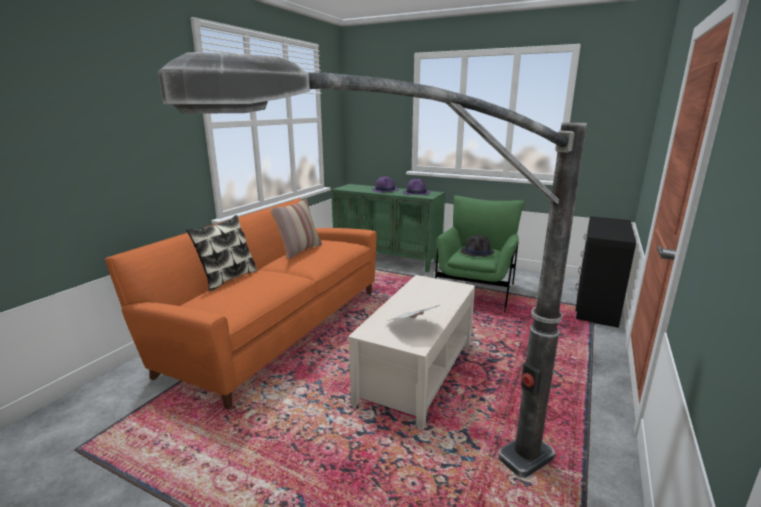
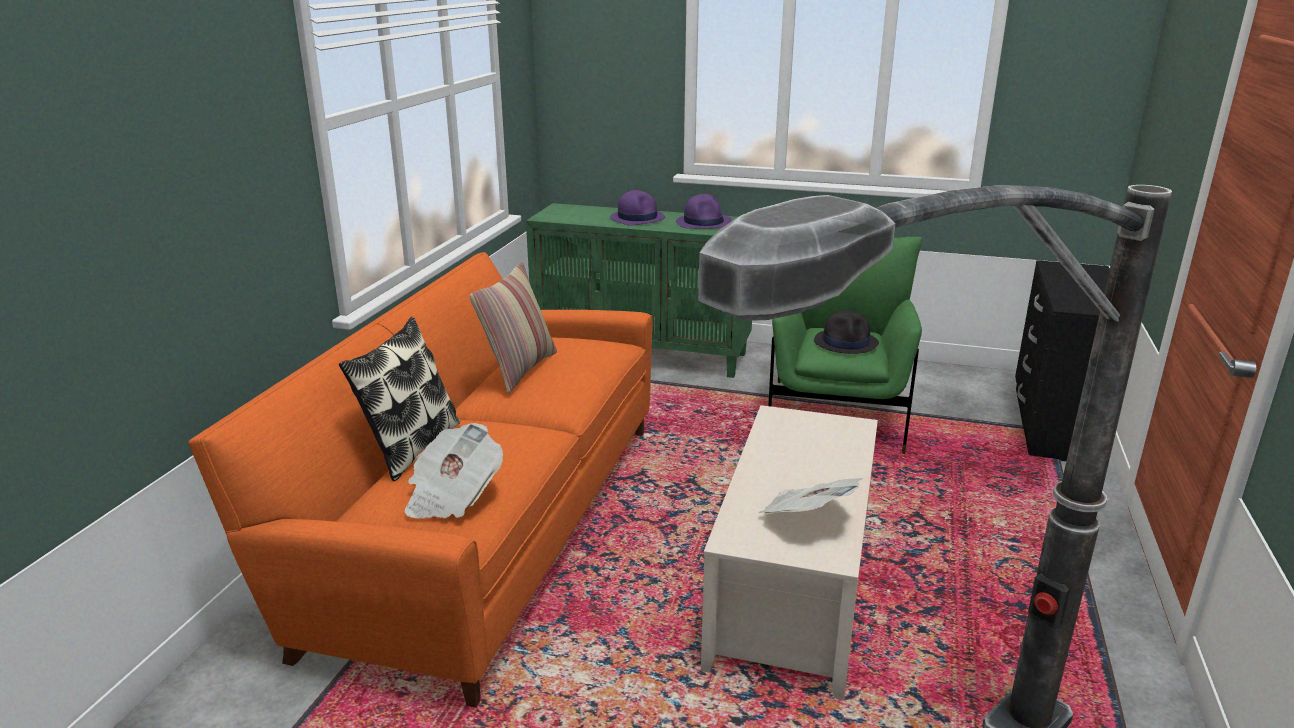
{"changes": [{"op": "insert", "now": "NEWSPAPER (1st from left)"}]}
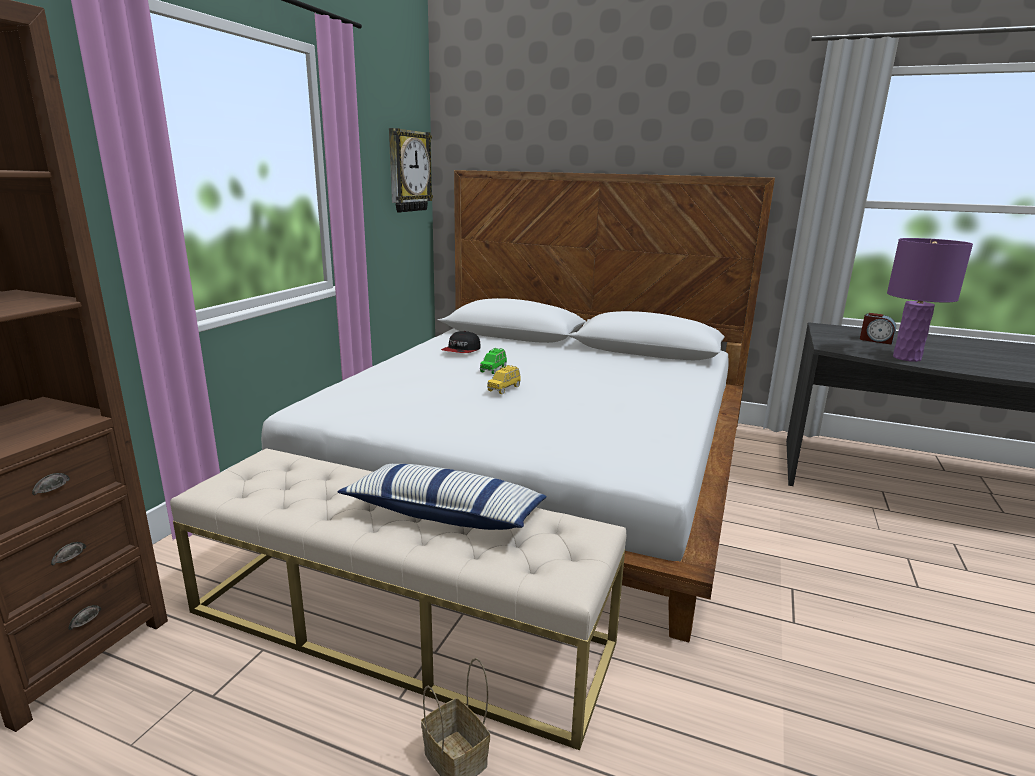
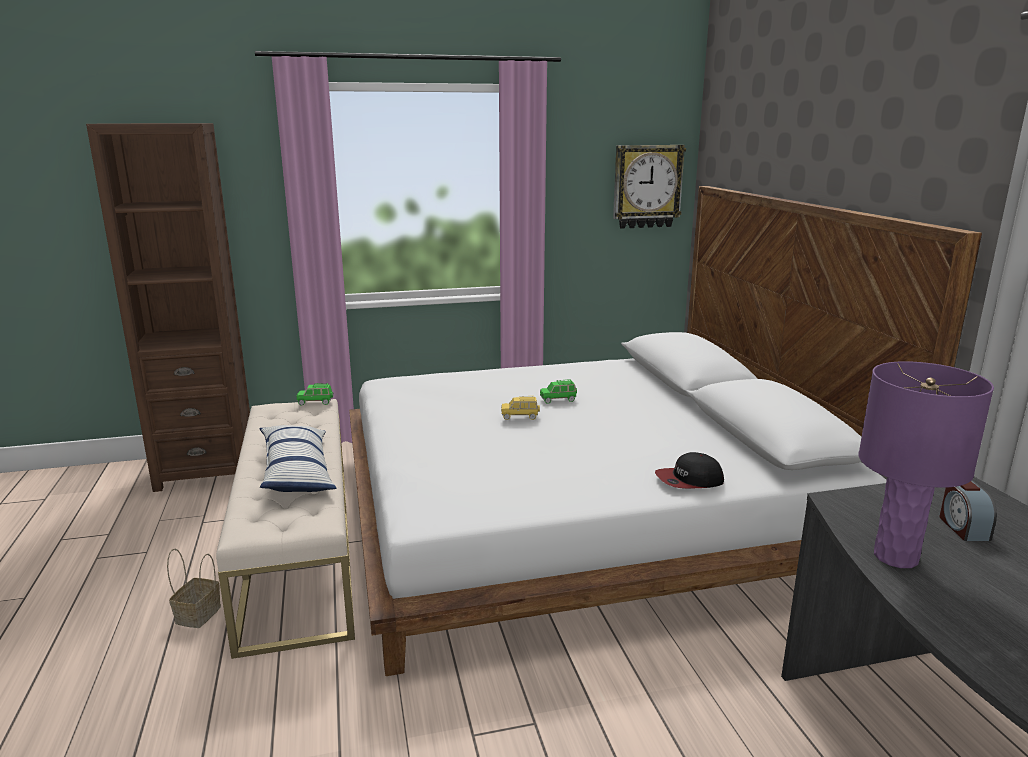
{"changes": [{"op": "move", "was": "CAP"}, {"op": "insert", "now": "GREEN TOY CAR (1st from left)"}]}
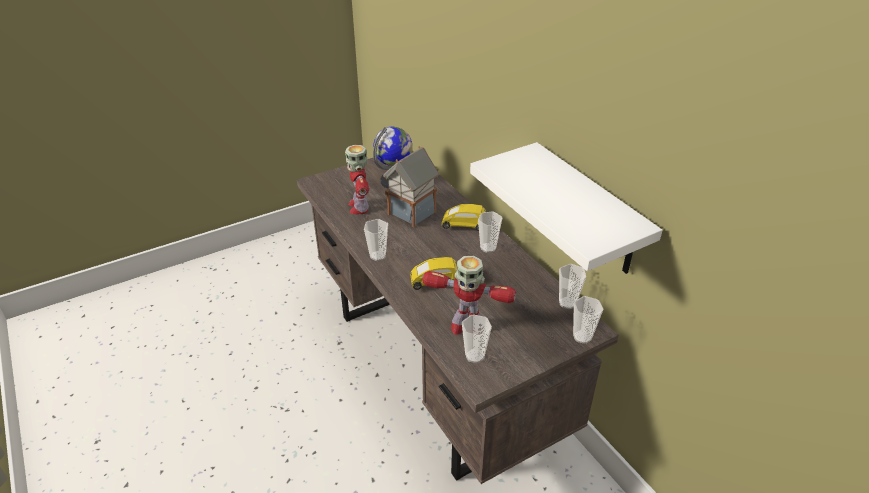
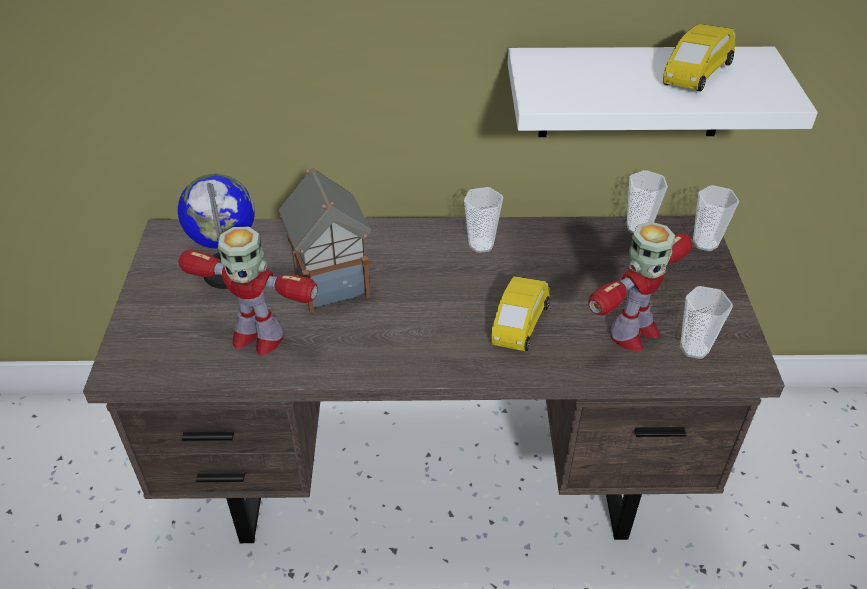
{"changes": [{"op": "delete", "was": "CUP (1st from left)"}, {"op": "move", "was": "YELLOW TOY CAR (2nd from left)"}]}
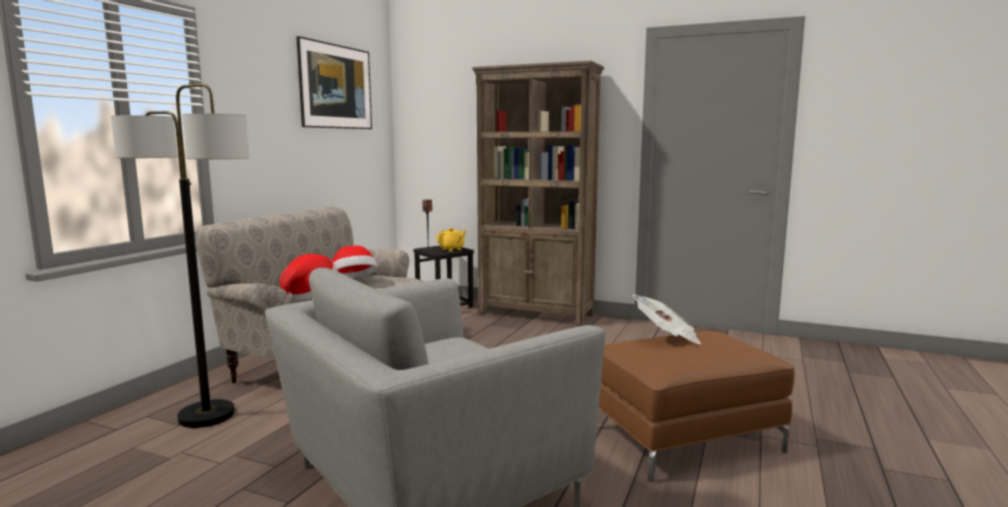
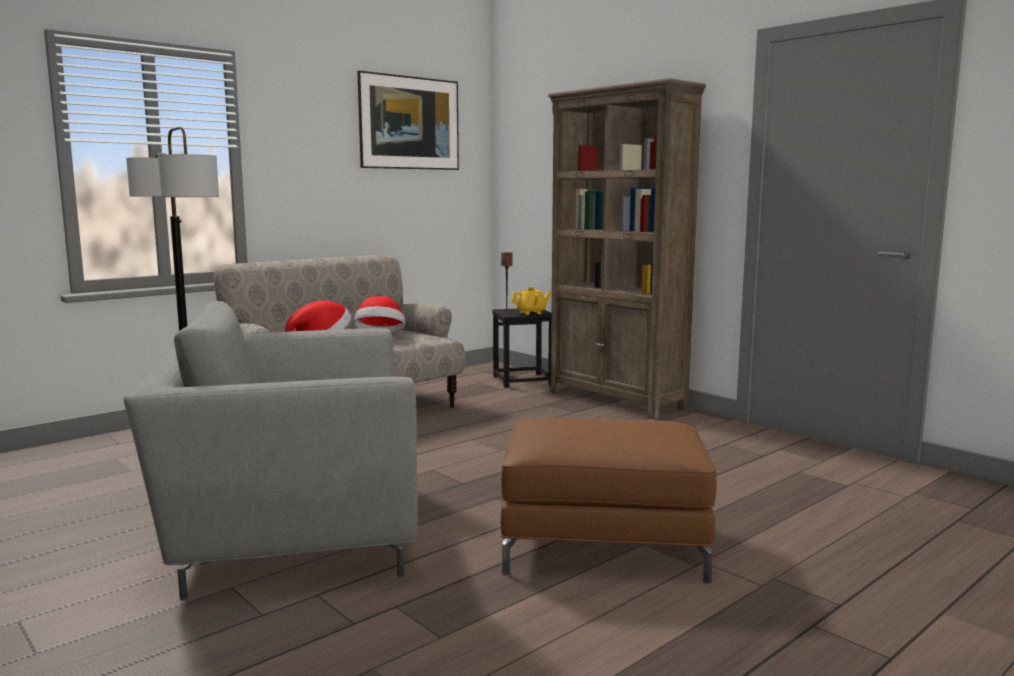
{"changes": [{"op": "delete", "was": "NEWSPAPER"}]}
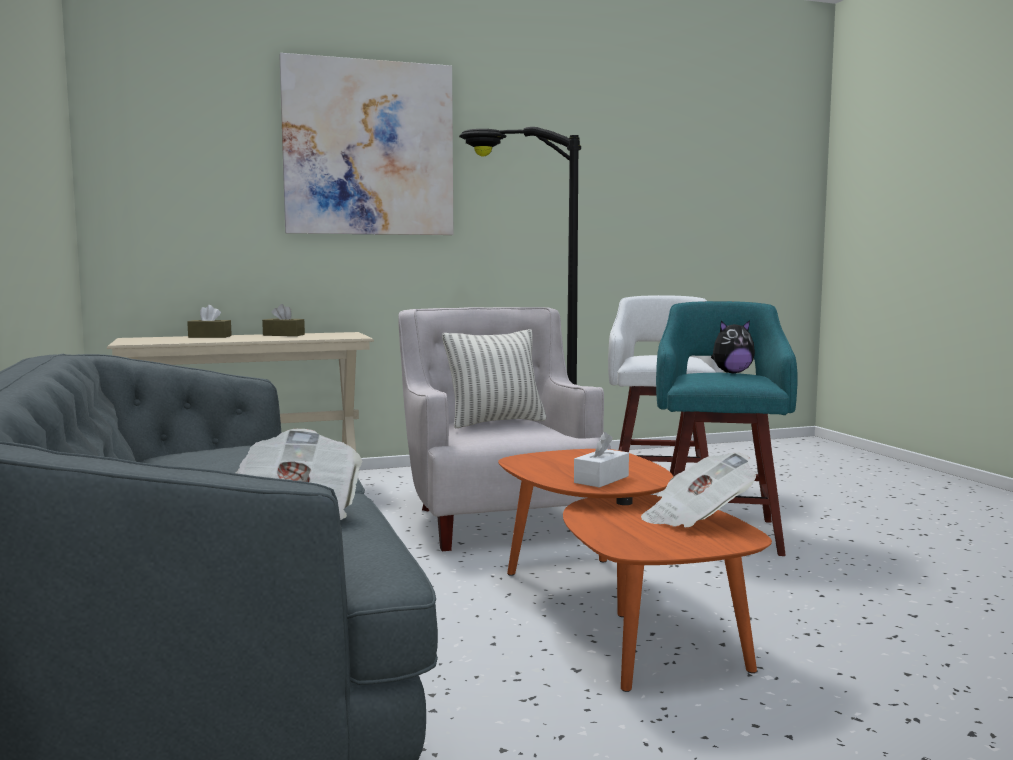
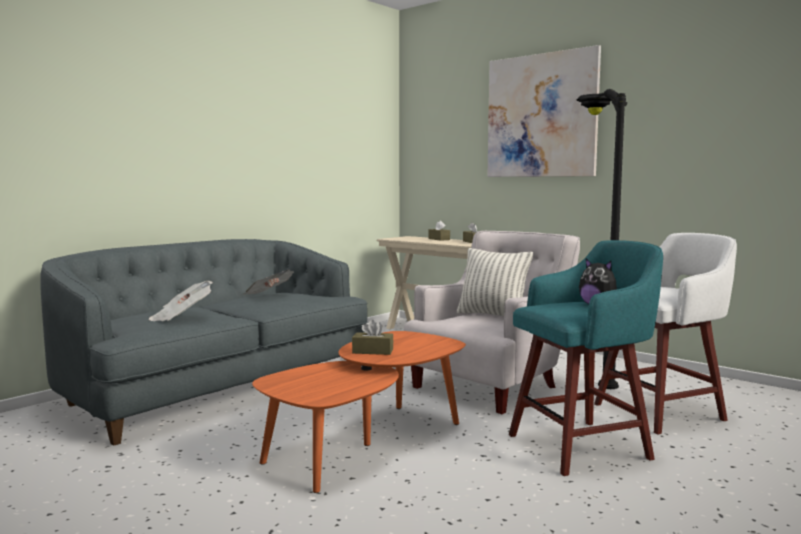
{"changes": [{"op": "recolor", "was": "WHITE TISSUE BOX", "now": "BROWN TISSUE BOX (1st from left)"}, {"op": "move", "was": "NEWSPAPER (2nd from left)"}]}
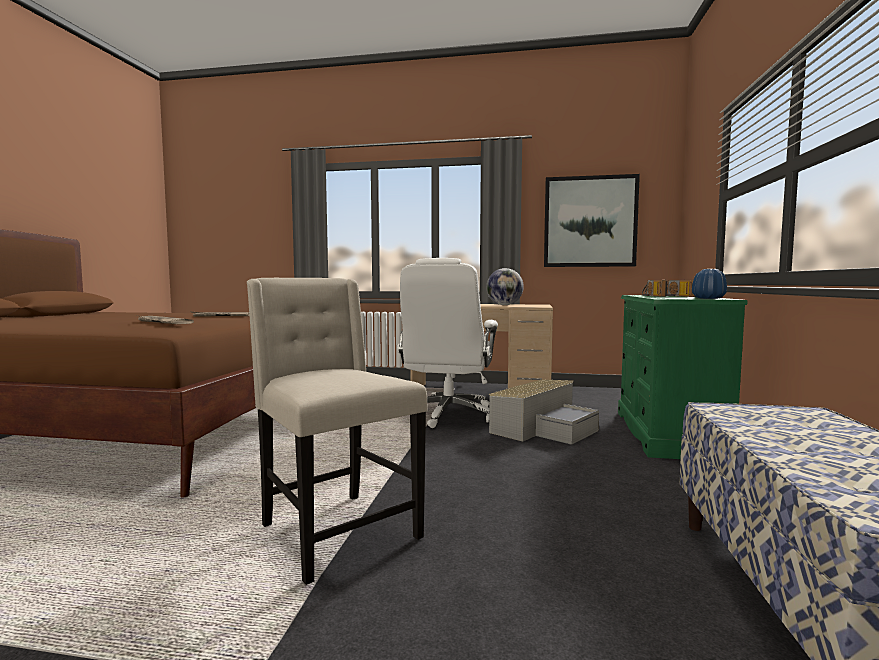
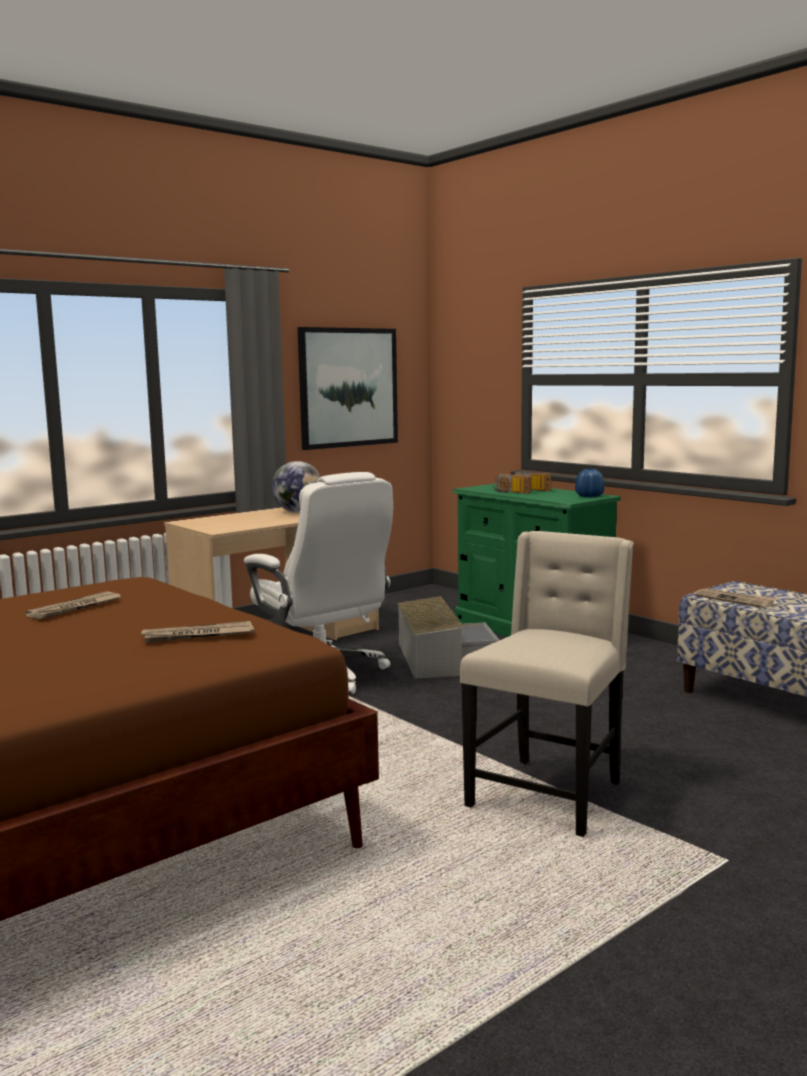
{"changes": [{"op": "rotate", "was": "BEIGE CHAIR", "clockwise": 120}, {"op": "insert", "now": "NEWSPAPER (3rd from left)"}]}
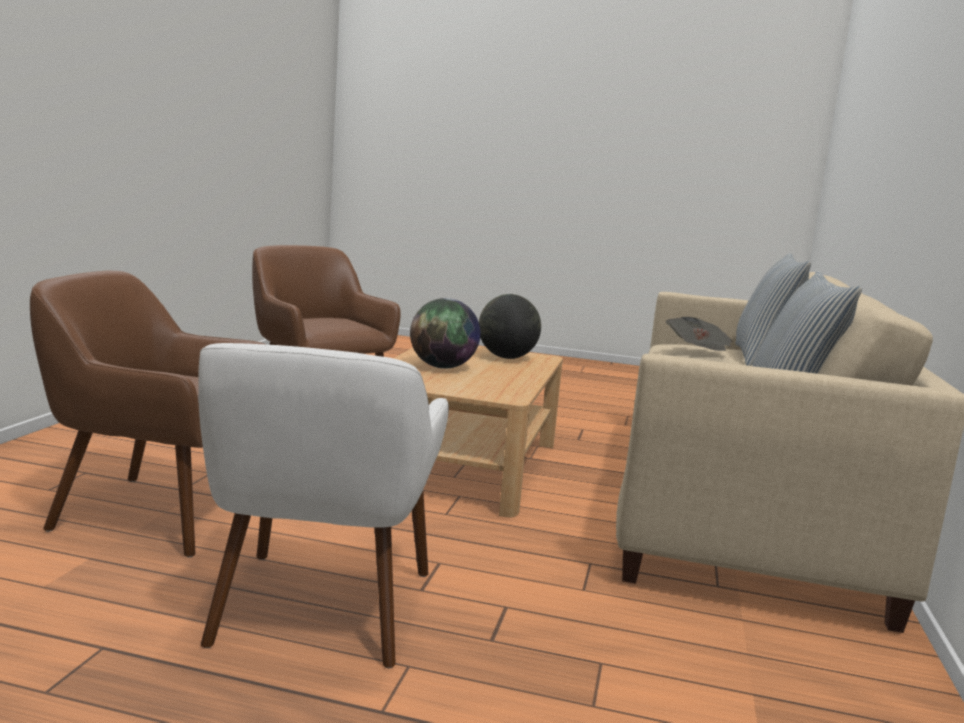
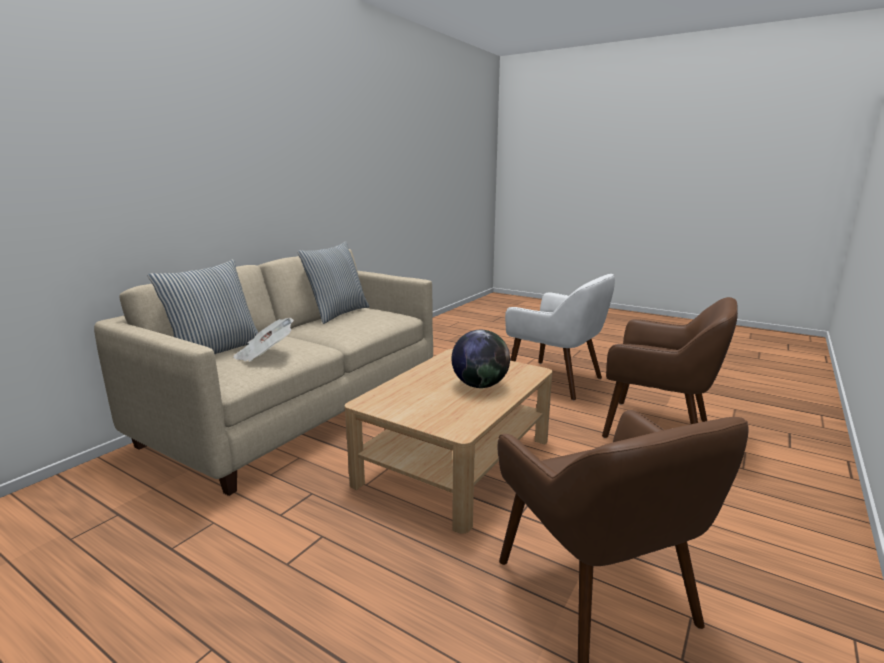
{"changes": [{"op": "rotate", "was": "WHITE ARMCHAIR", "clockwise": 105}, {"op": "delete", "was": "GLOBE (2nd from left)"}]}
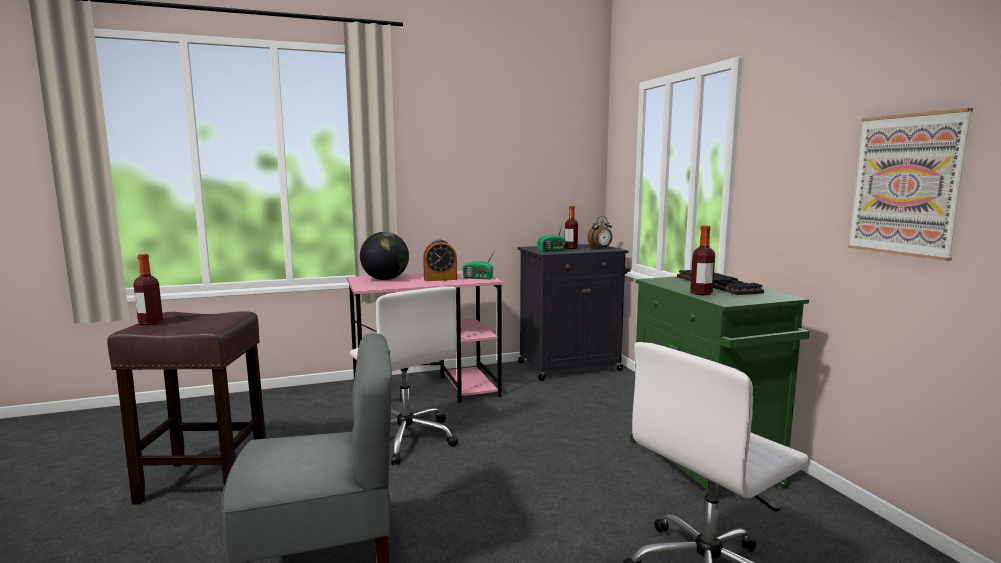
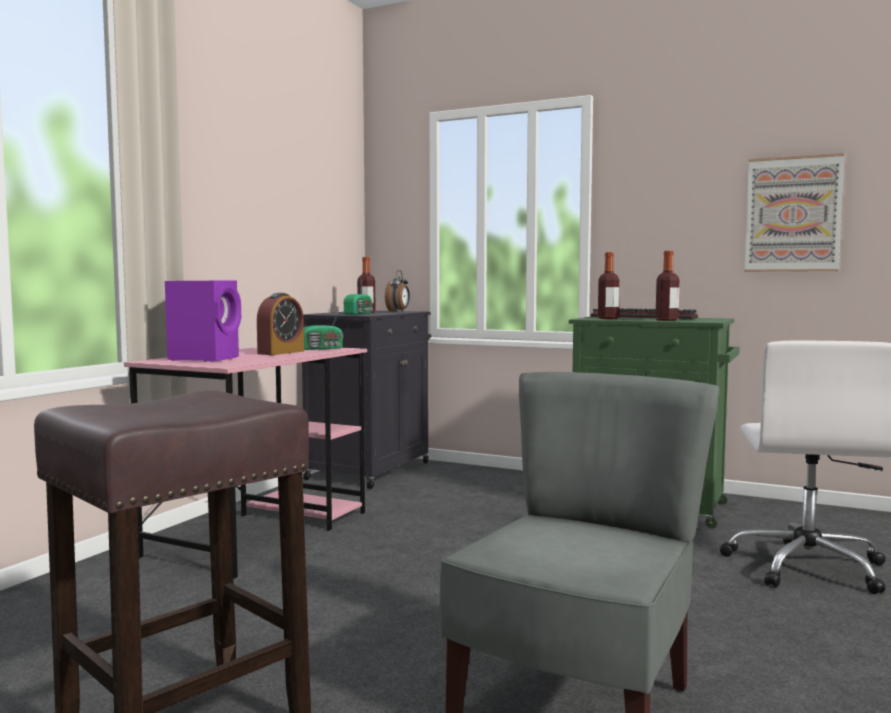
{"changes": [{"op": "move", "was": "BOTTLE (1st from left in the first image)", "now": "BOTTLE (2nd from left)"}, {"op": "delete", "was": "WHITE OFFICE CHAIR (1st from left)"}, {"op": "replace", "was": "GLOBE", "now": "PURPLE SPEAKER"}]}
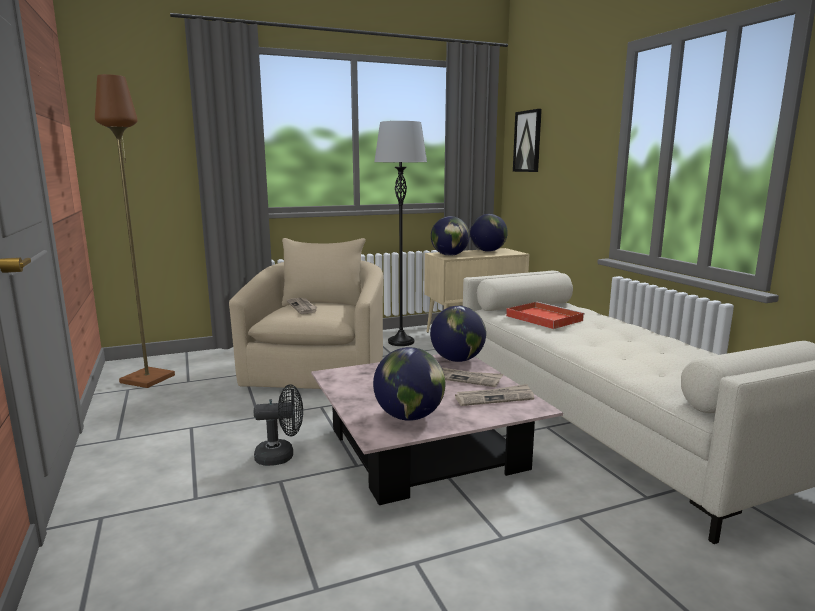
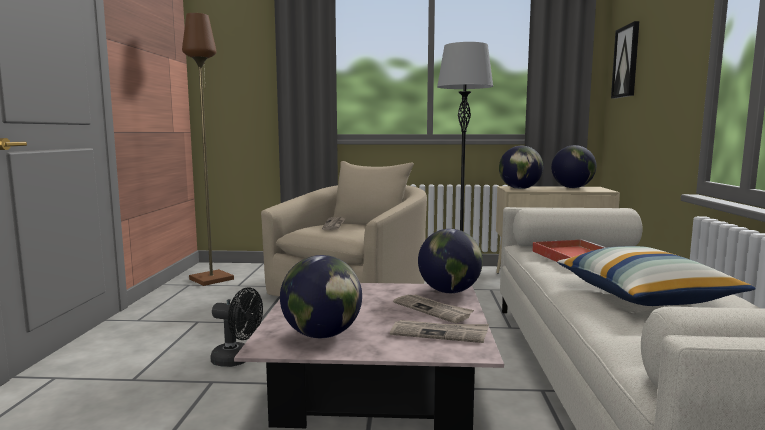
{"changes": [{"op": "insert", "now": "PILLOW"}]}
